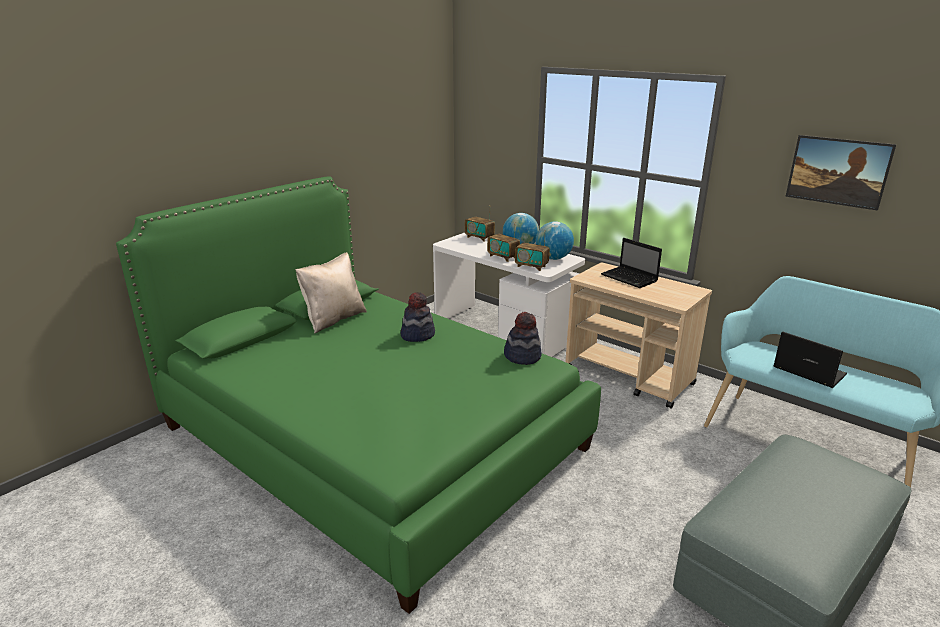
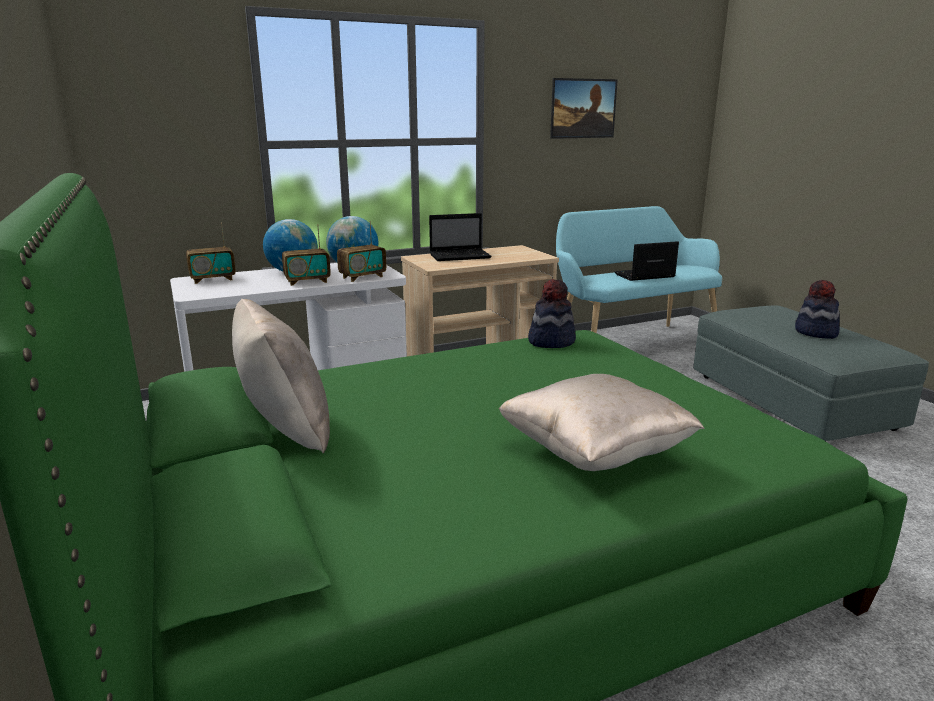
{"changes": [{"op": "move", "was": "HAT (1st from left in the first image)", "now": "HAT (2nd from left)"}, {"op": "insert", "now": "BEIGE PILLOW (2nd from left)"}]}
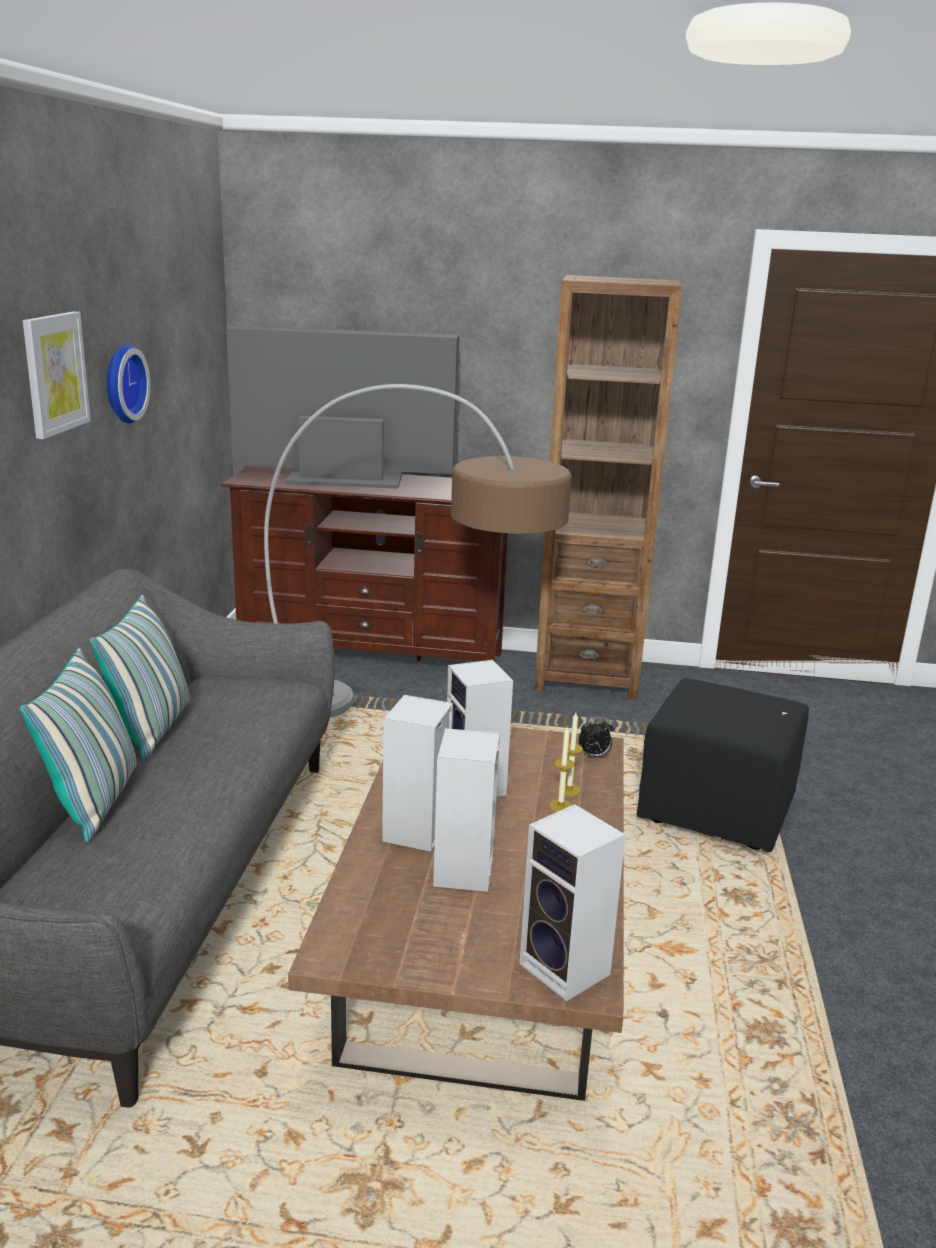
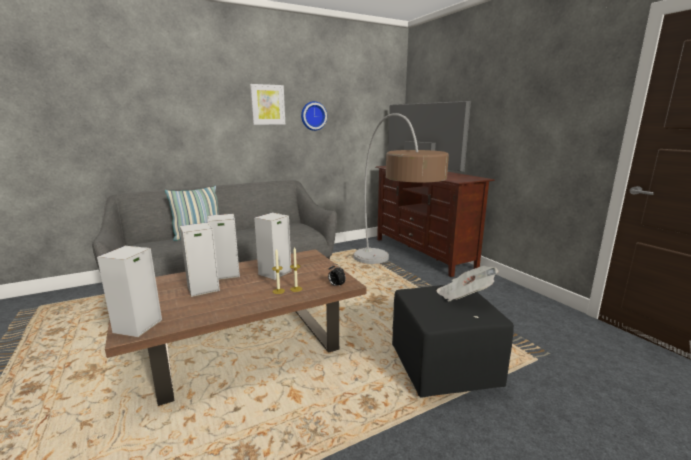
{"changes": [{"op": "delete", "was": "PILLOW (2nd from left)"}, {"op": "delete", "was": "BROWN BOOKCASE"}, {"op": "insert", "now": "NEWSPAPER"}]}
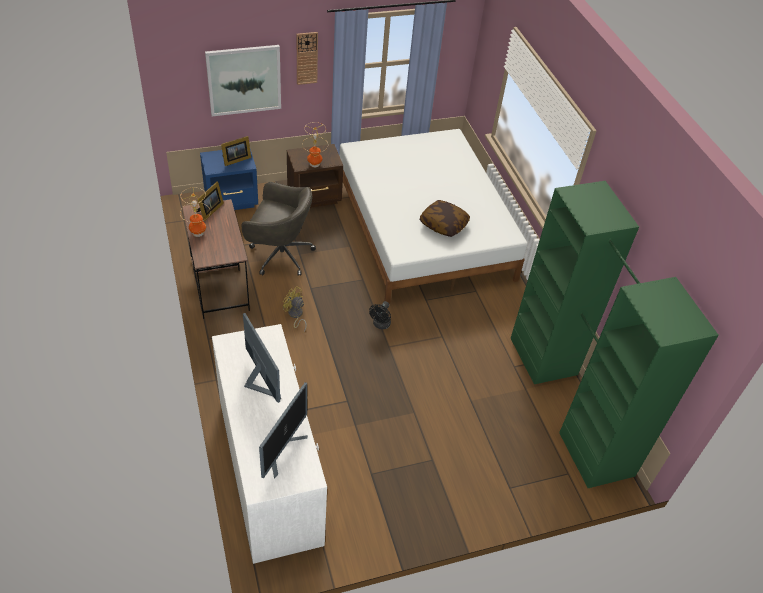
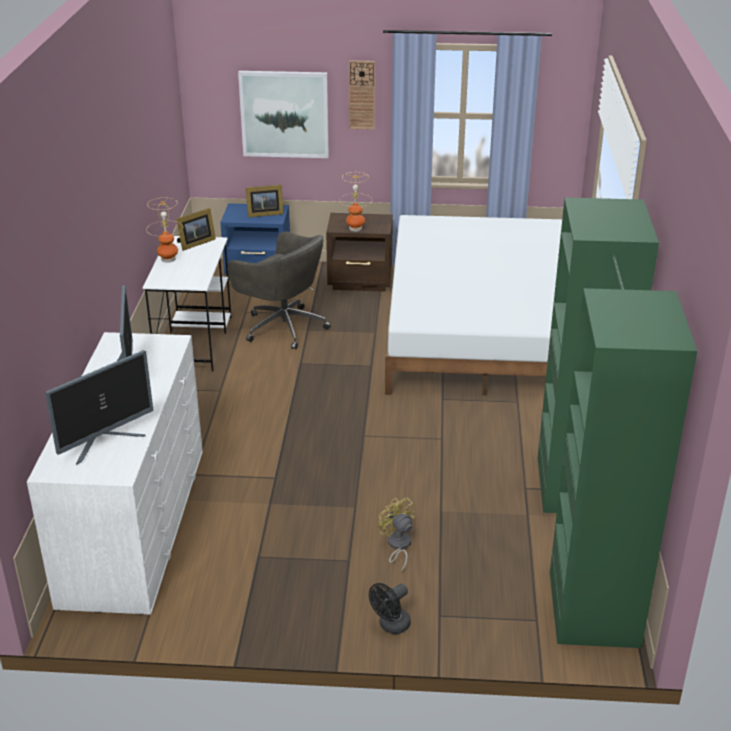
{"changes": [{"op": "recolor", "was": "BROWN DESK", "now": "WHITE DESK"}, {"op": "move", "was": "YELLOW FAN"}, {"op": "move", "was": "BLACK FAN"}, {"op": "delete", "was": "PILLOW"}]}
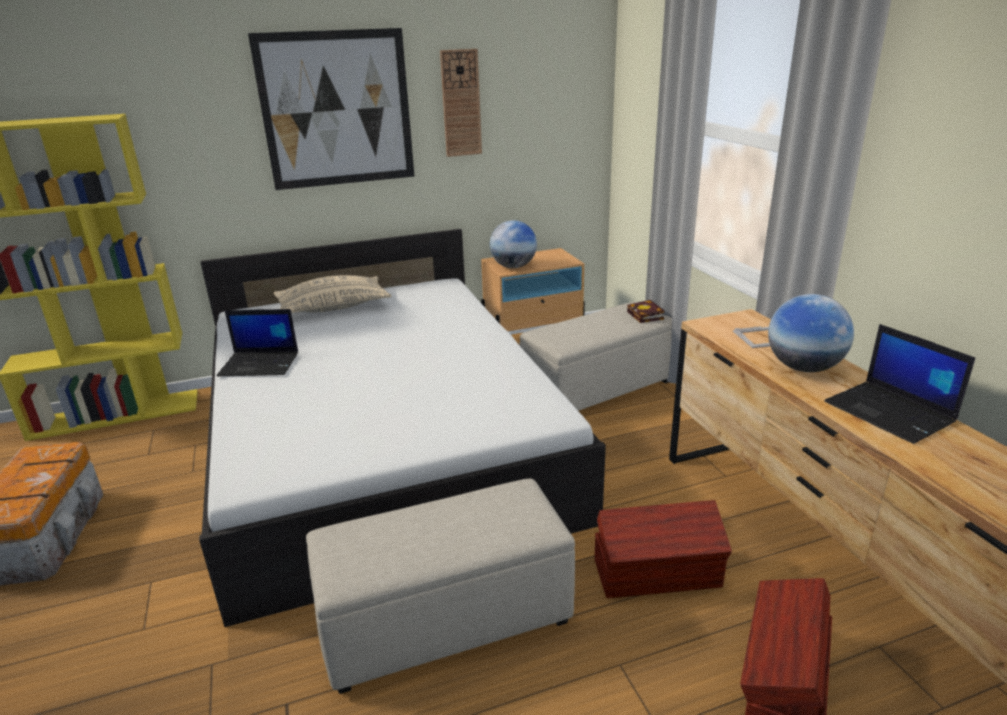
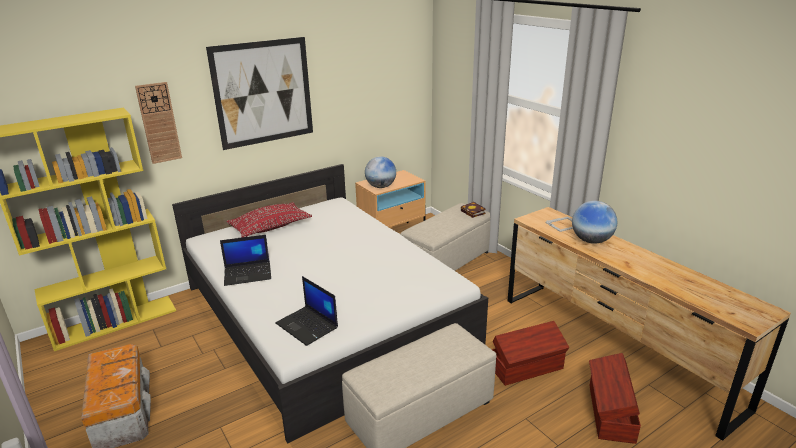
{"changes": [{"op": "recolor", "was": "BEIGE PILLOW", "now": "RED PILLOW"}, {"op": "move", "was": "WALL CLOCK"}, {"op": "move", "was": "LAPTOP (2nd from left)"}]}
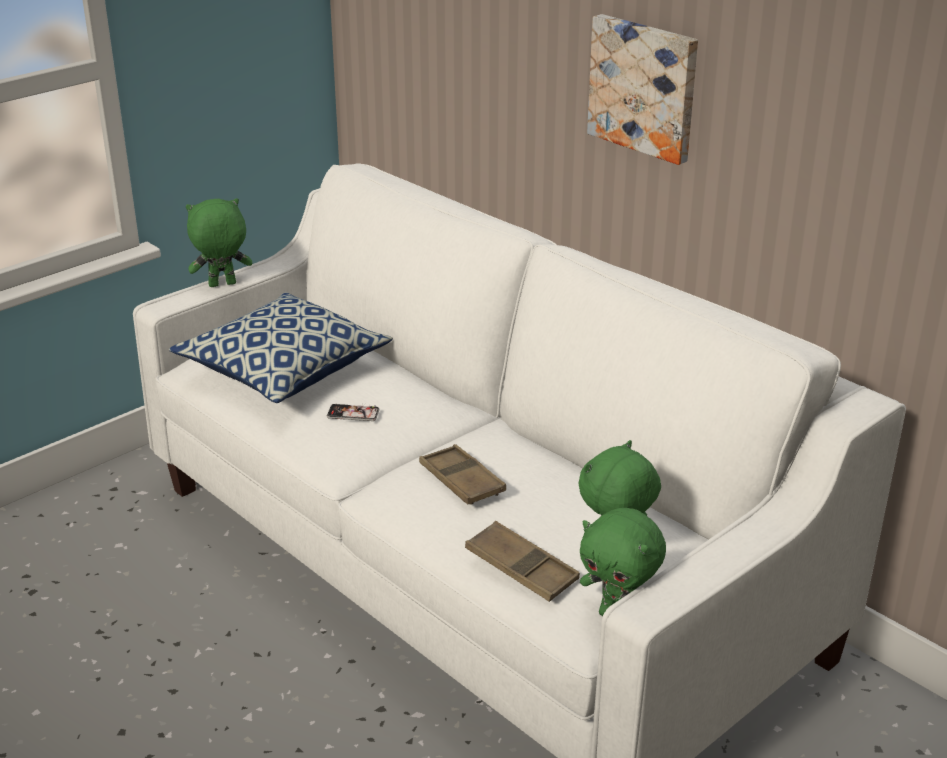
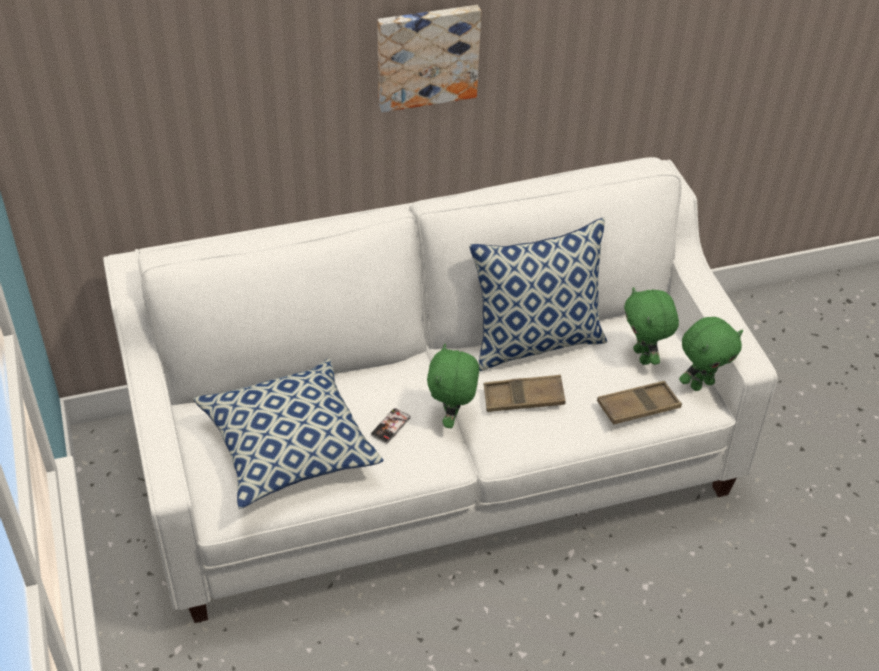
{"changes": [{"op": "move", "was": "GREEN PLUSH TOY (1st from left)"}, {"op": "insert", "now": "PILLOW (2nd from left)"}]}
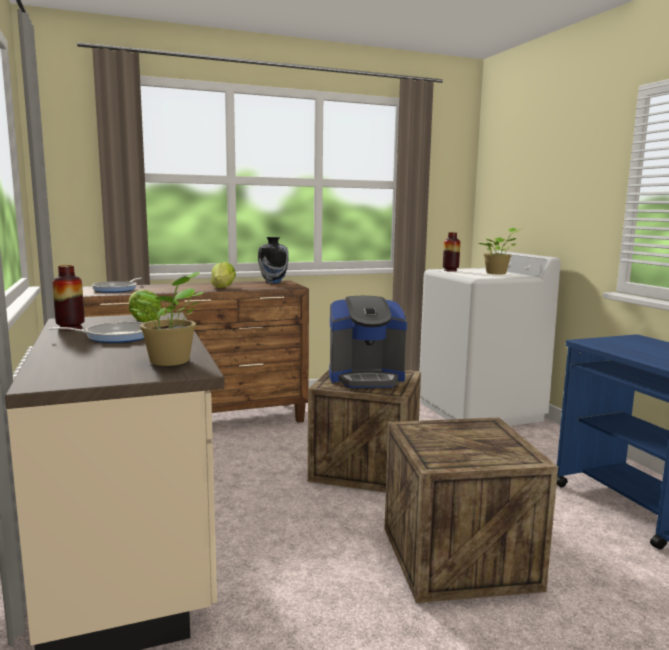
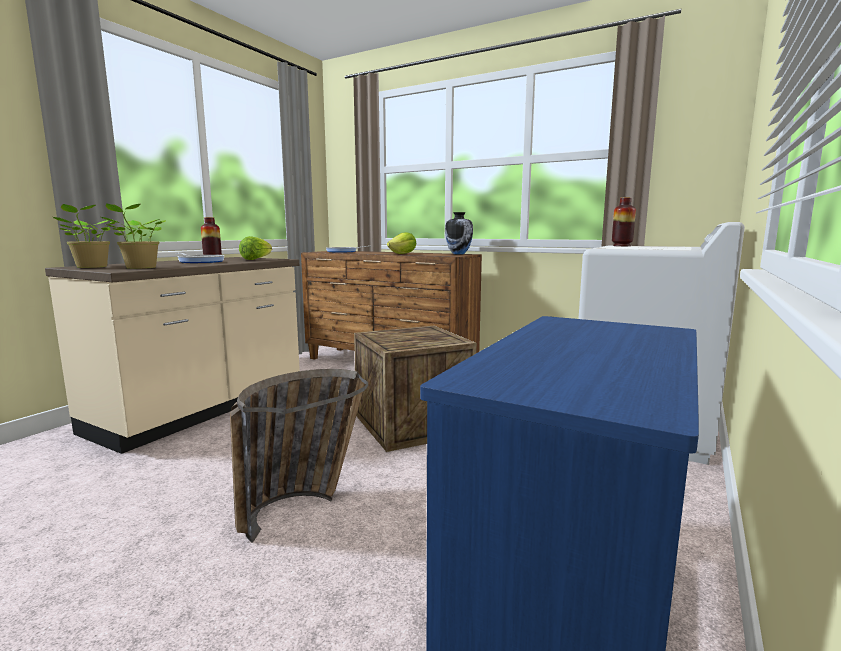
{"changes": [{"op": "delete", "was": "COFFEE MACHINE"}, {"op": "replace", "was": "CRATE (2nd from left)", "now": "BASKET"}, {"op": "move", "was": "POTTED PLANT (2nd from left in the first image)", "now": "POTTED PLANT (1st from left)"}]}
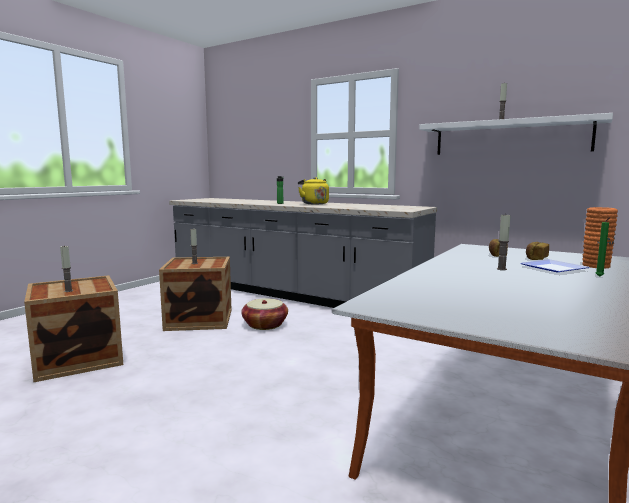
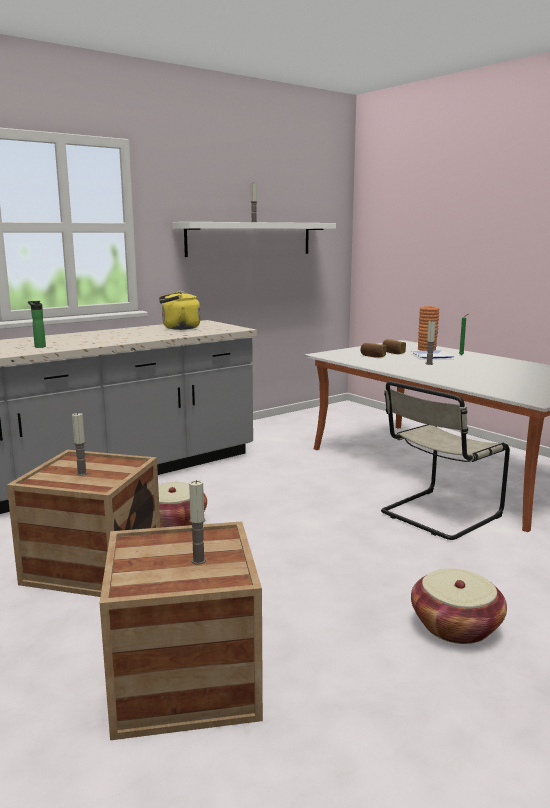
{"changes": [{"op": "move", "was": "YELLOW KETTLE"}, {"op": "insert", "now": "BEIGE CHAIR"}, {"op": "insert", "now": "BASKET (2nd from left)"}]}
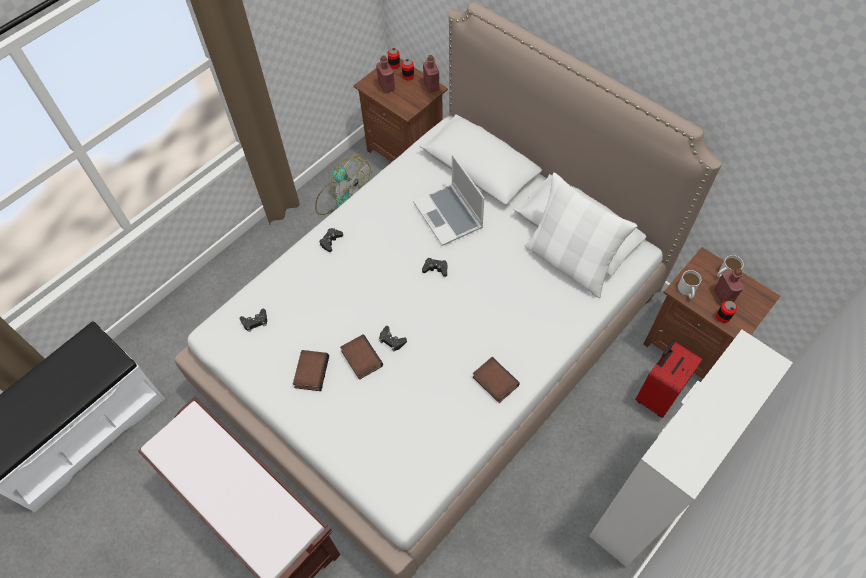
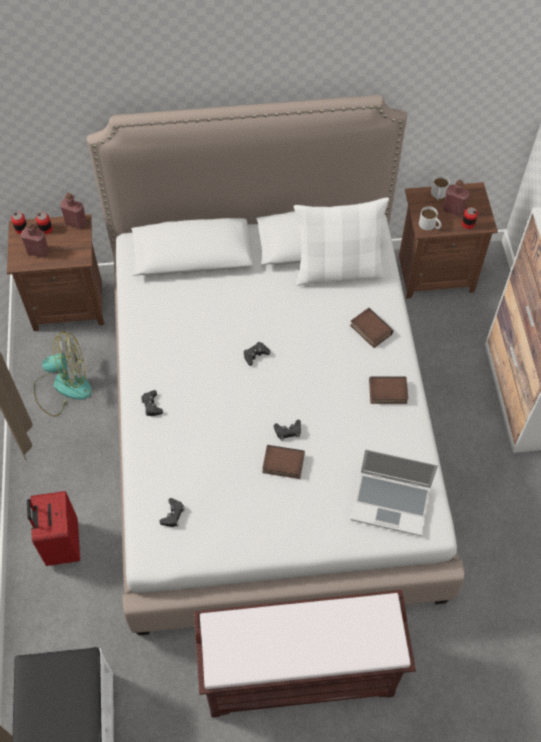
{"changes": [{"op": "move", "was": "BOOK (1st from left in the first image)", "now": "BOOK (2nd from left)"}, {"op": "move", "was": "LAPTOP"}, {"op": "move", "was": "RED SUITCASE"}]}
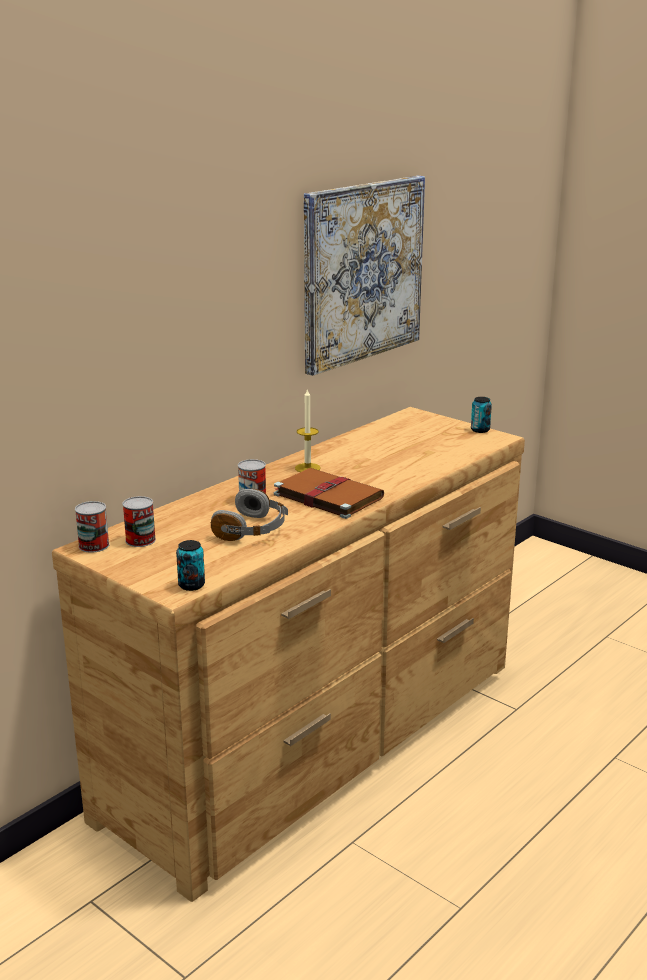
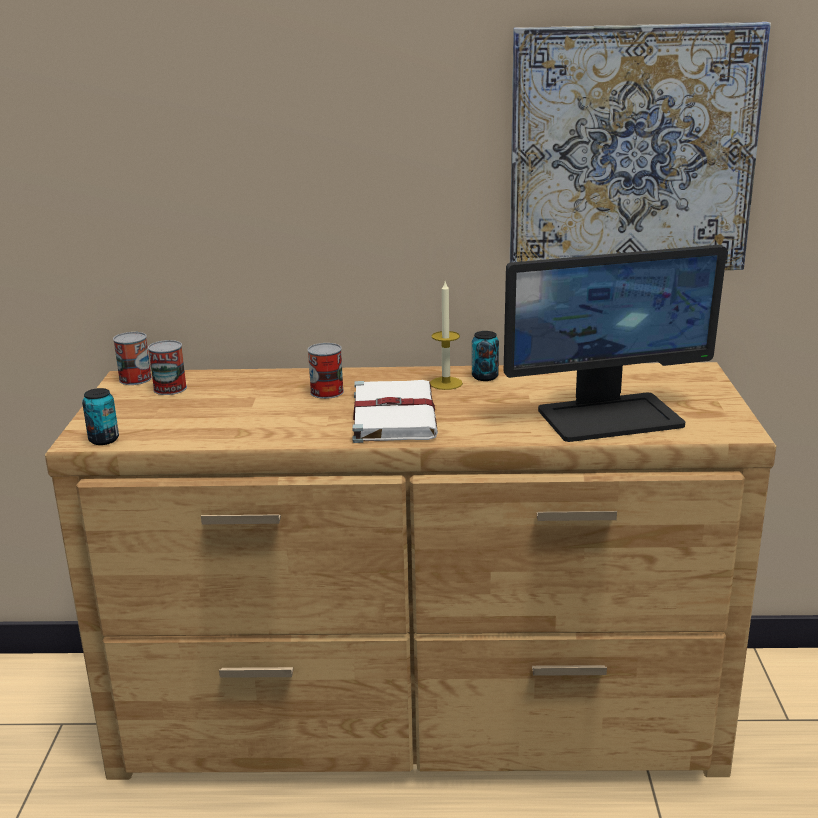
{"changes": [{"op": "delete", "was": "GREY HEADPHONES"}, {"op": "recolor", "was": "BROWN BOOK", "now": "WHITE BOOK"}, {"op": "move", "was": "CAN (5th from left)"}, {"op": "insert", "now": "MONITOR"}]}
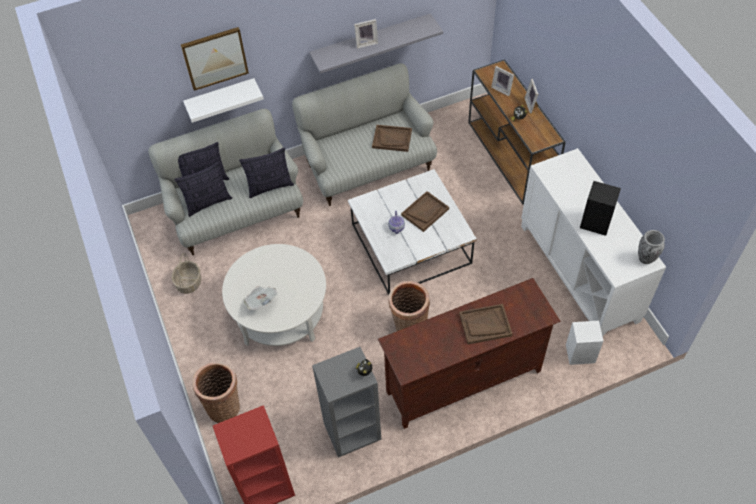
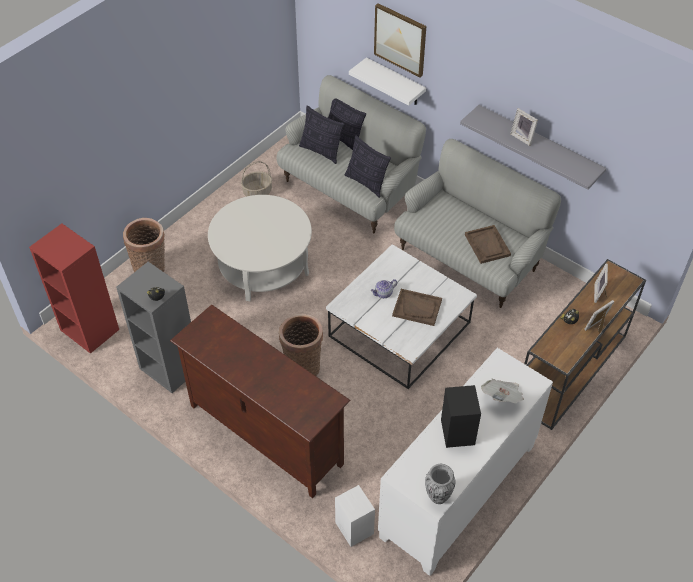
{"changes": [{"op": "move", "was": "NEWSPAPER"}, {"op": "delete", "was": "BROWN TRAY (3rd from left)"}]}
